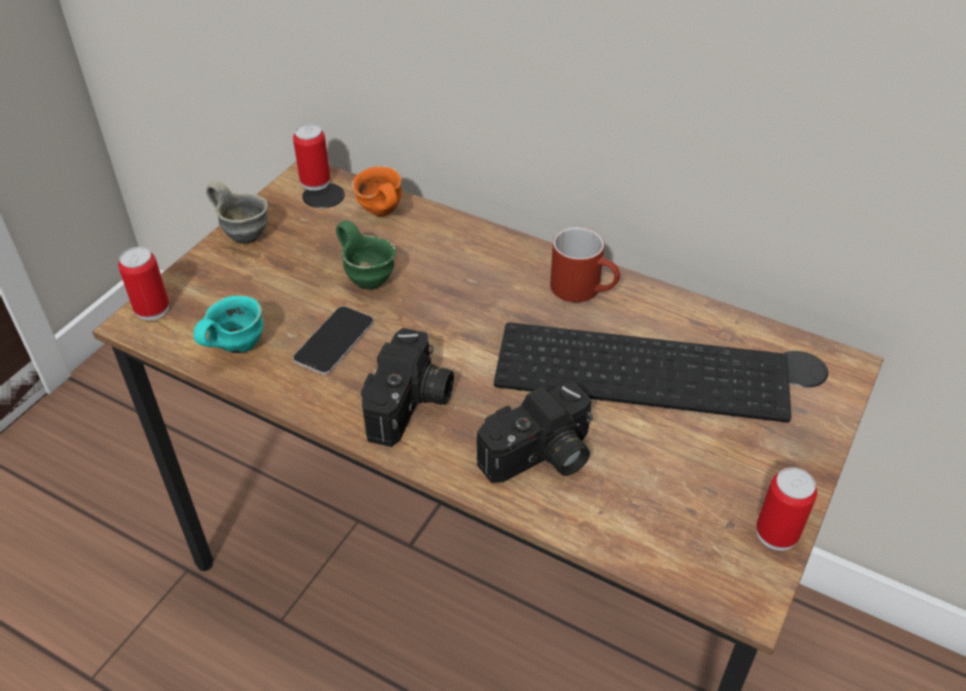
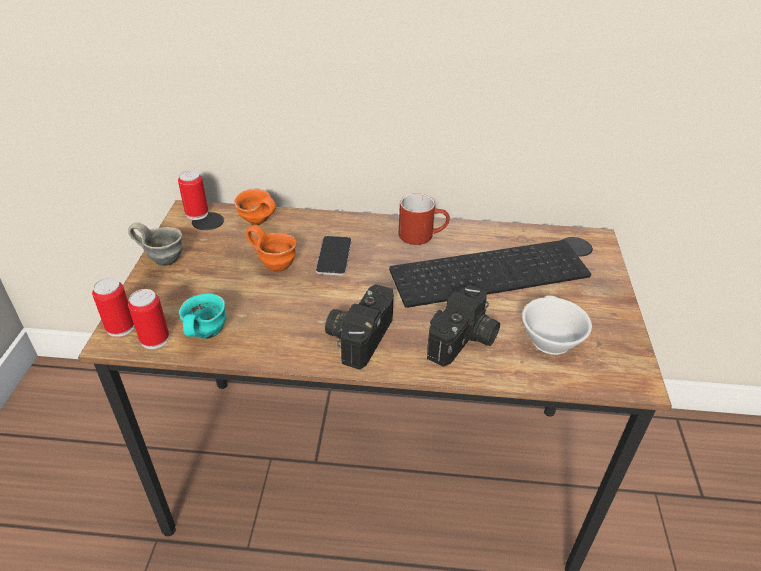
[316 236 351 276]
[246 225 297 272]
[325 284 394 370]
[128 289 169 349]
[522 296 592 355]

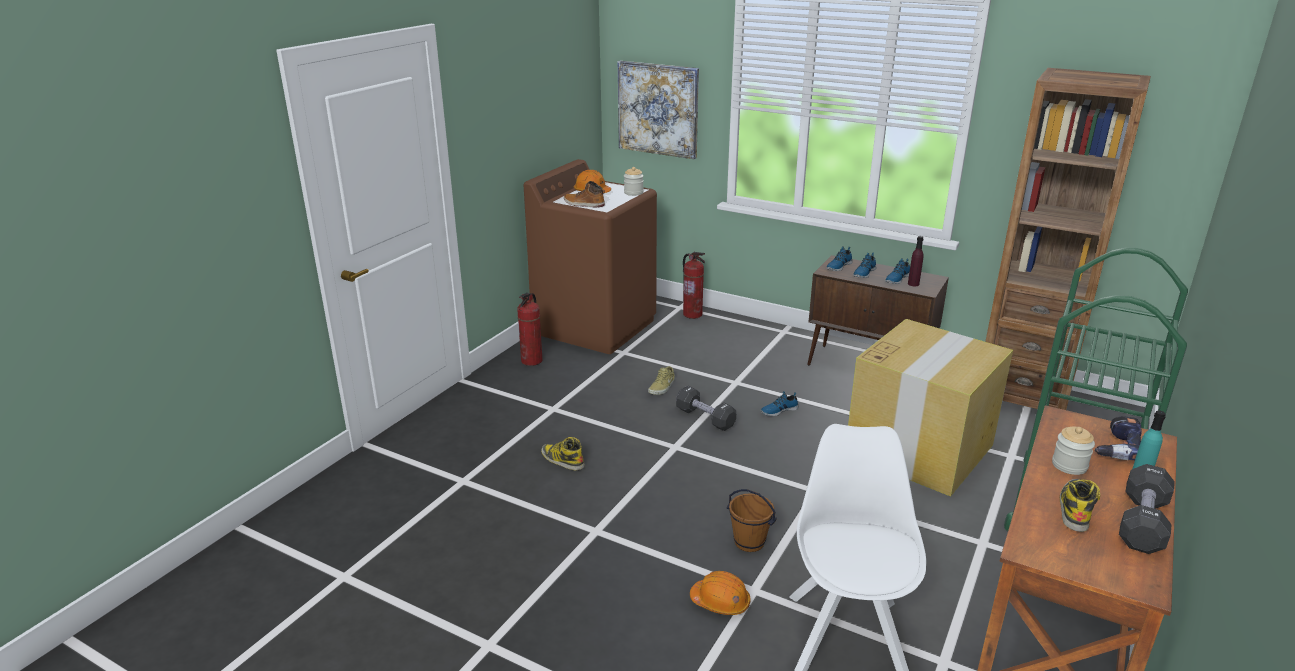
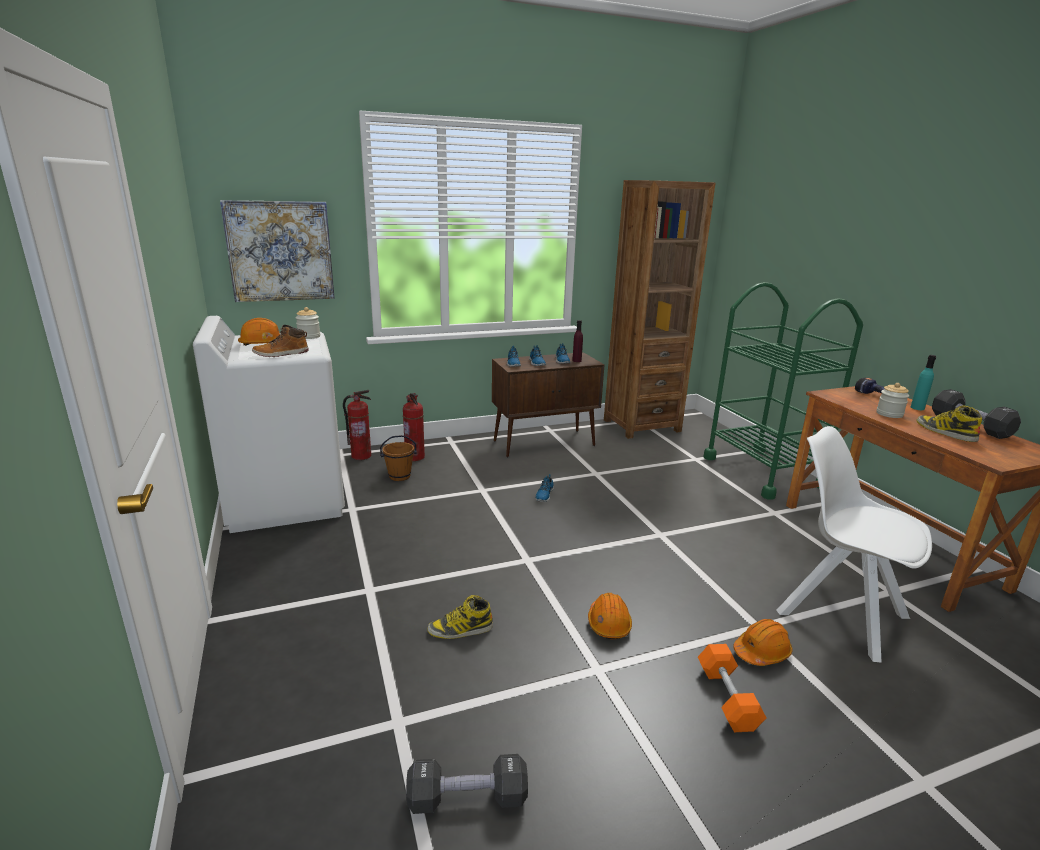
[403 393 425 461]
[193 316 345 533]
[648 366 675 395] (first image)
[406 754 528 814]
[380 435 417 481]
[848 319 1013 497] (first image)
[588 593 632 639]
[698 644 766 732]

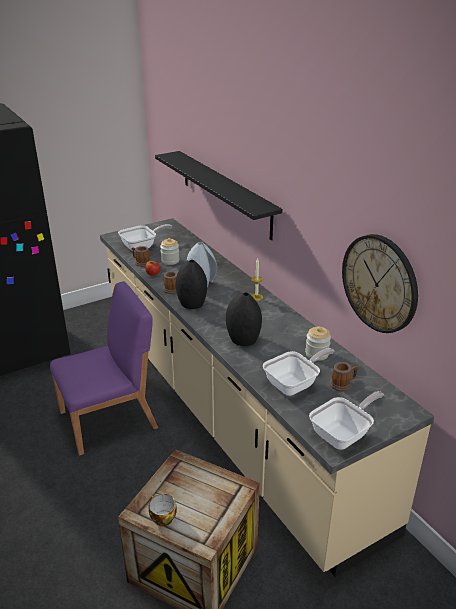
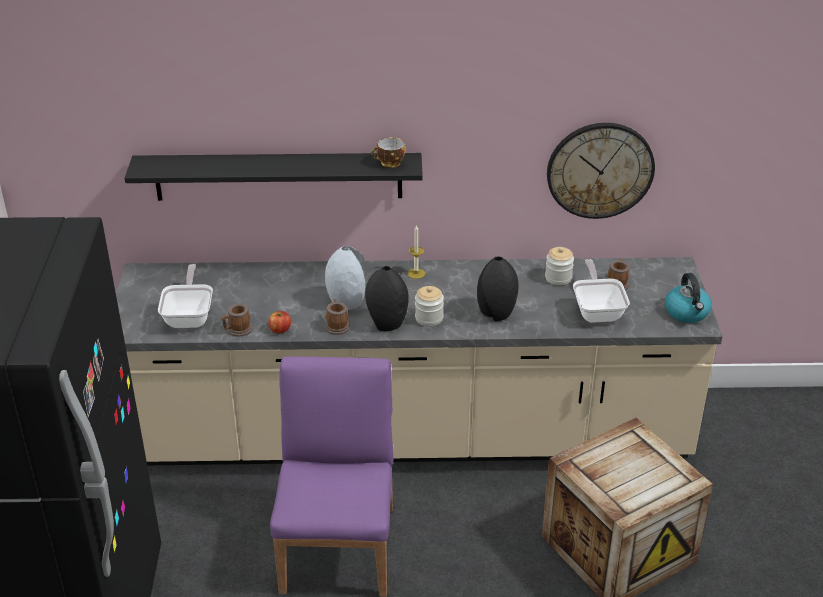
[371 137 405 168]
[415 286 444 326]
[665 273 712 323]

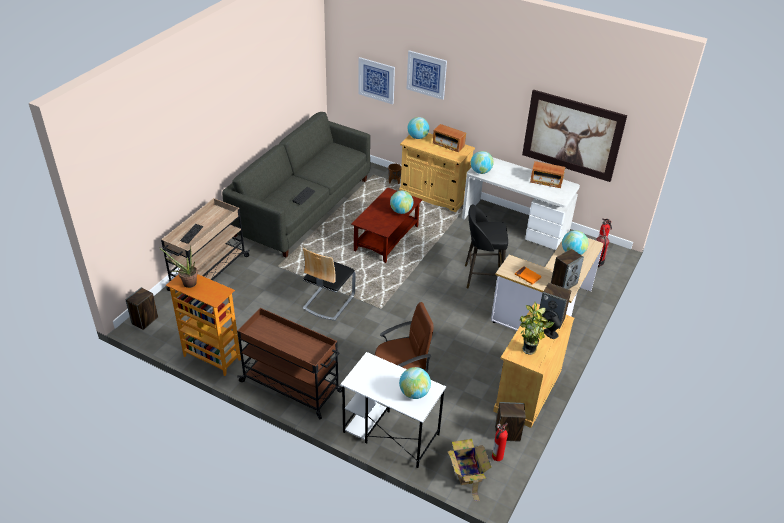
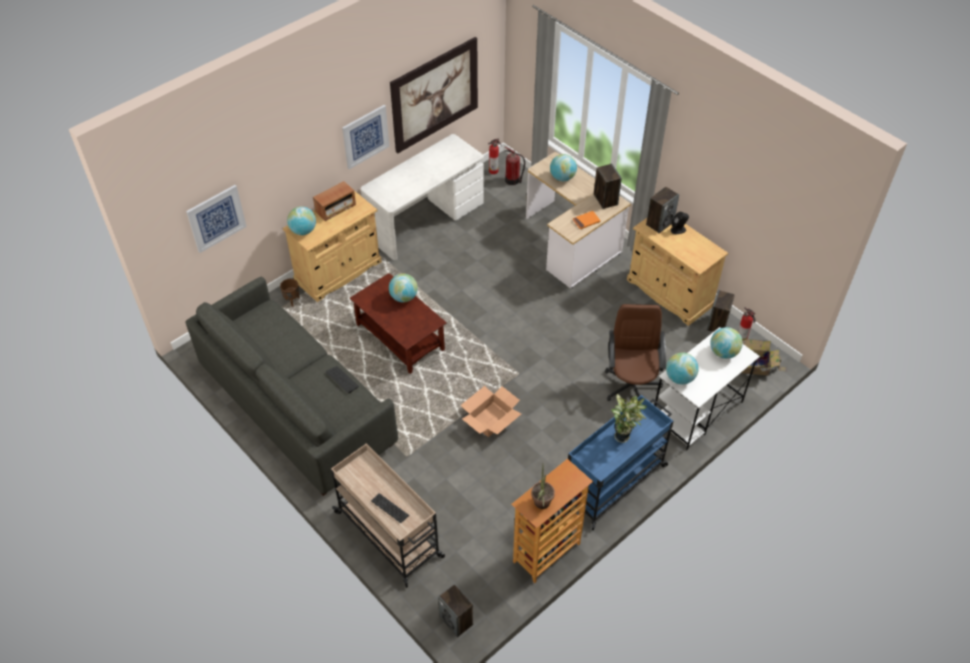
[568 395 674 530]
[460 386 521 437]
[342 105 389 169]
[465 204 508 289] (first image)
[666 353 699 385]
[611 394 647 443]
[530 161 565 188] (first image)

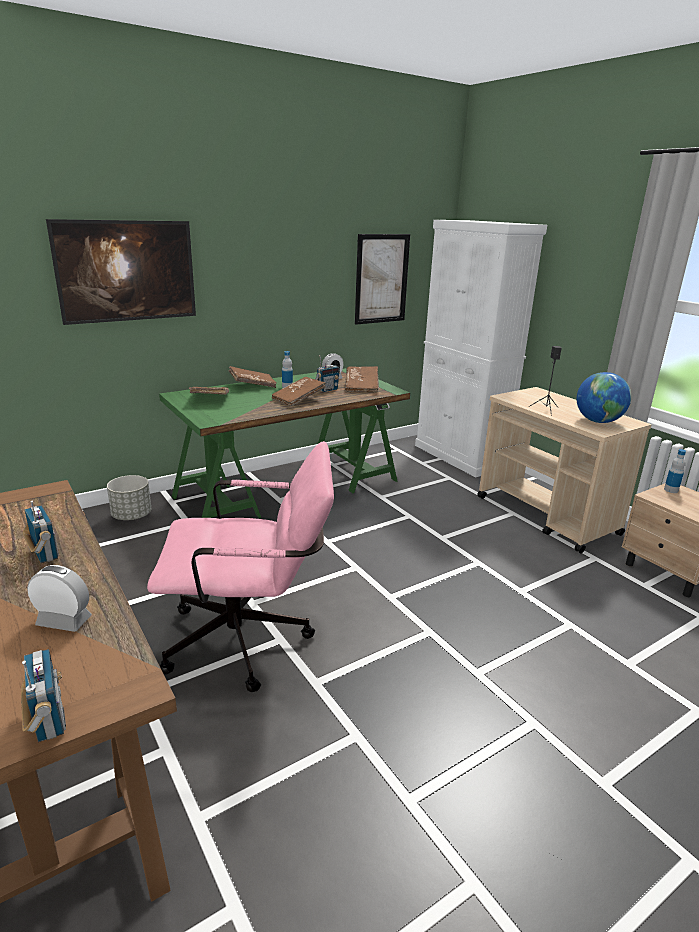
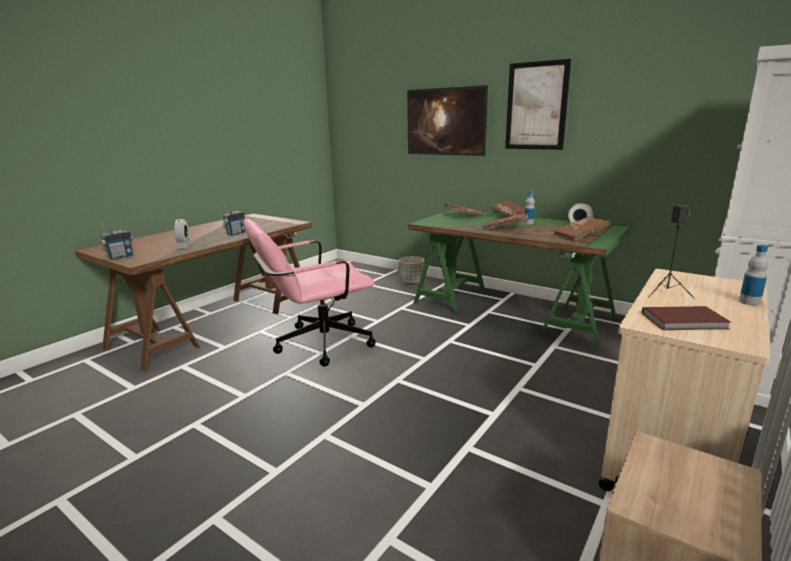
[244 219 376 366]
[315 355 340 392] (first image)
[505 59 571 150]
[642 306 731 330]
[739 245 769 306]

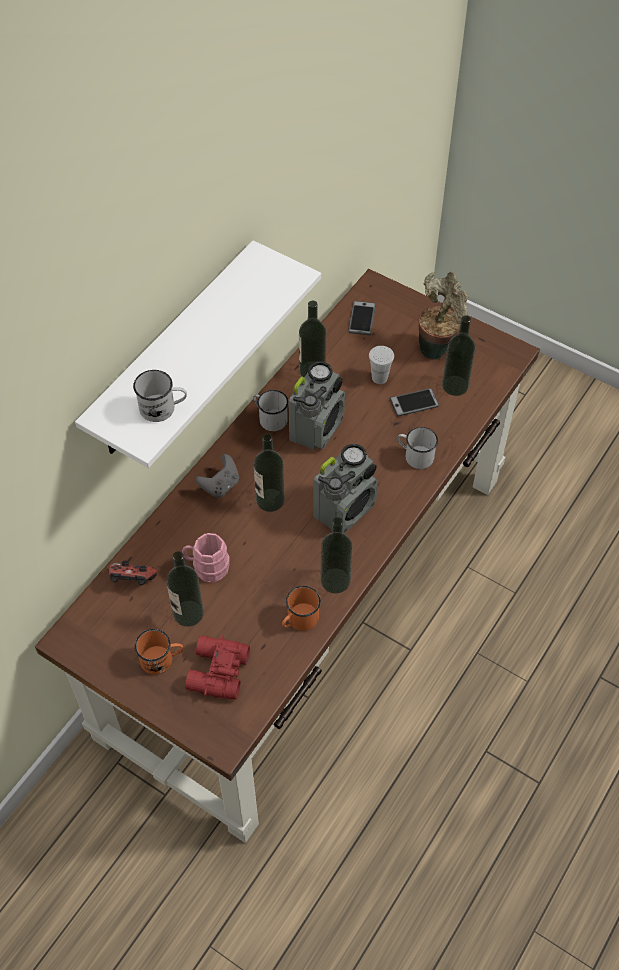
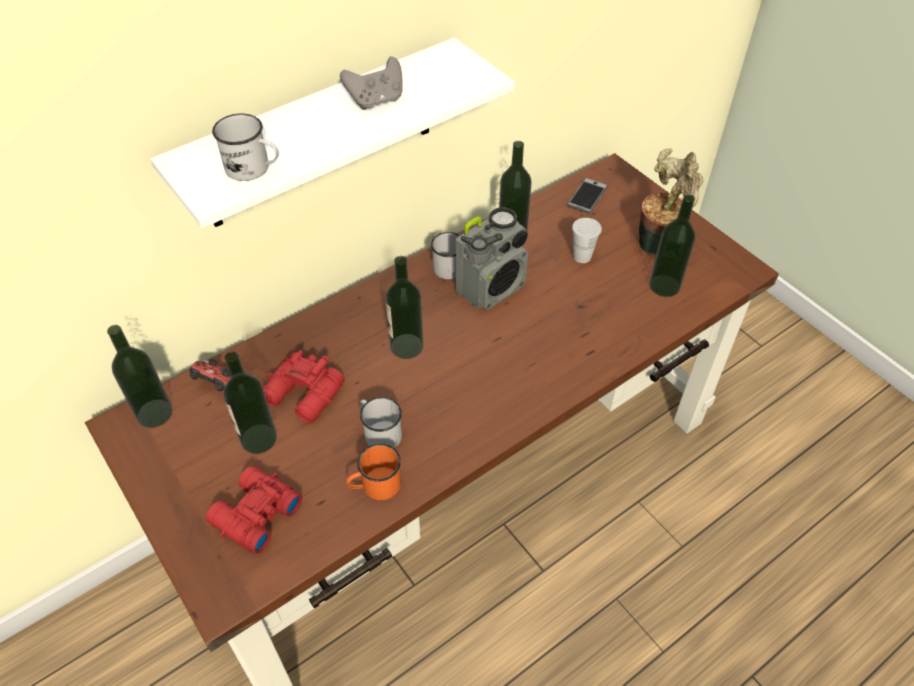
[135 629 183 675] (first image)
[263 350 345 423]
[340 56 403 110]
[313 444 378 533] (first image)
[107 325 172 428]
[389 388 439 416] (first image)
[360 397 402 448]

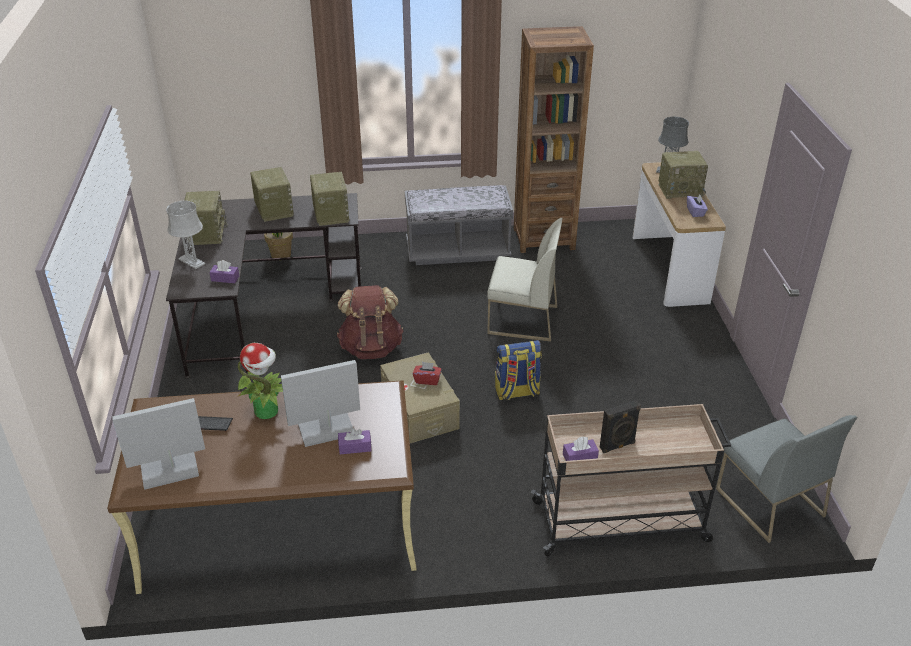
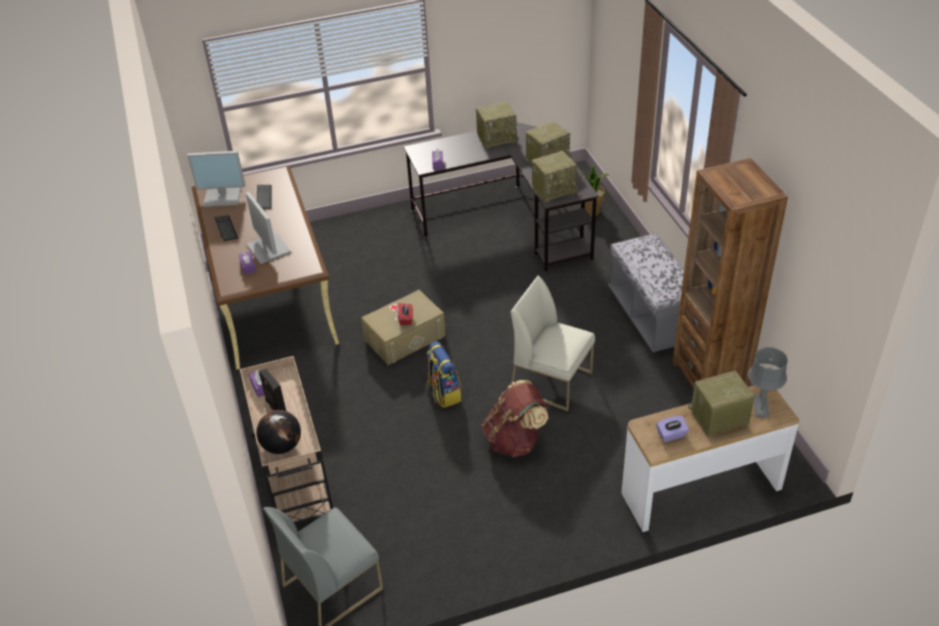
[187 151 245 207]
[166 201 205 269] (first image)
[238 343 283 419] (first image)
[482 380 548 457]
[511 276 595 411]
[688 371 755 437]
[214 215 238 241]
[257 410 301 454]

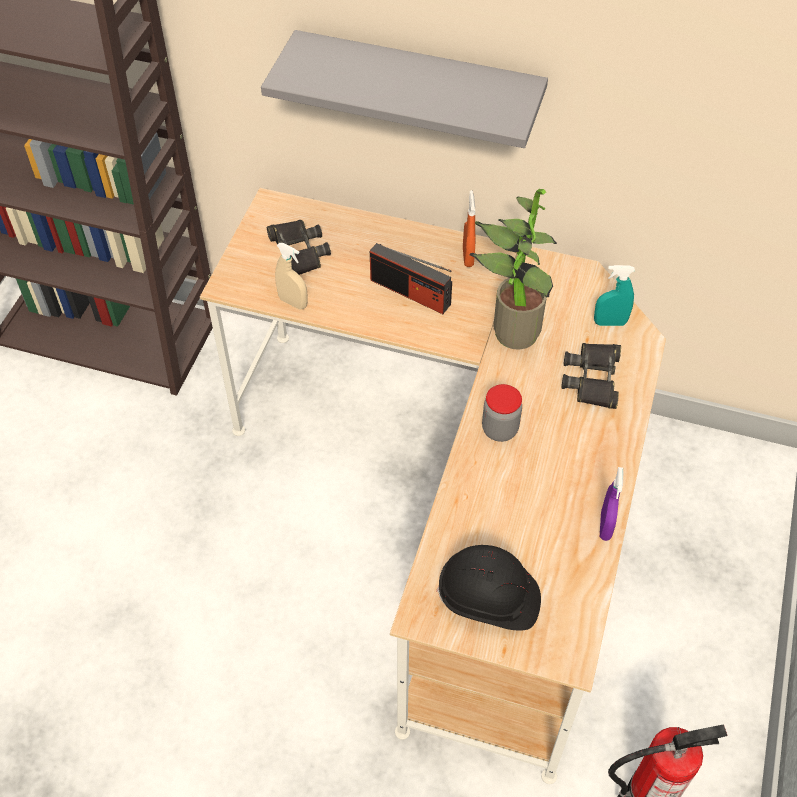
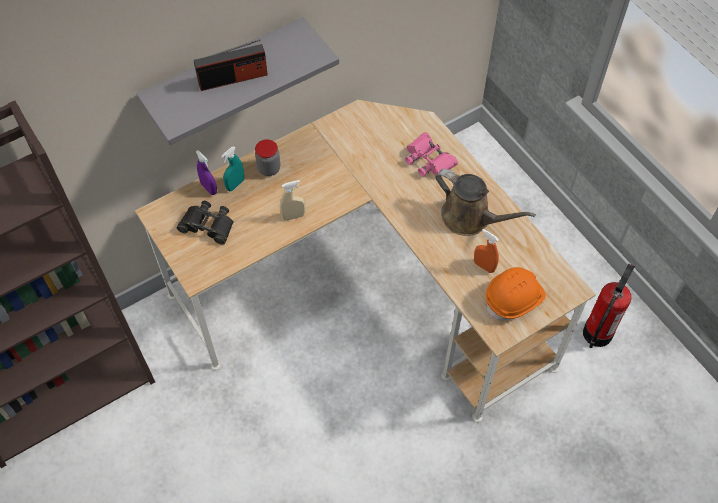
[280 180 305 221]
[194 39 268 91]
[485 267 546 320]
[474 229 499 273]
[470 189 557 350] (first image)
[255 139 280 176]
[405 132 458 177]
[221 146 244 191]
[196 150 217 195]
[435 169 536 236]

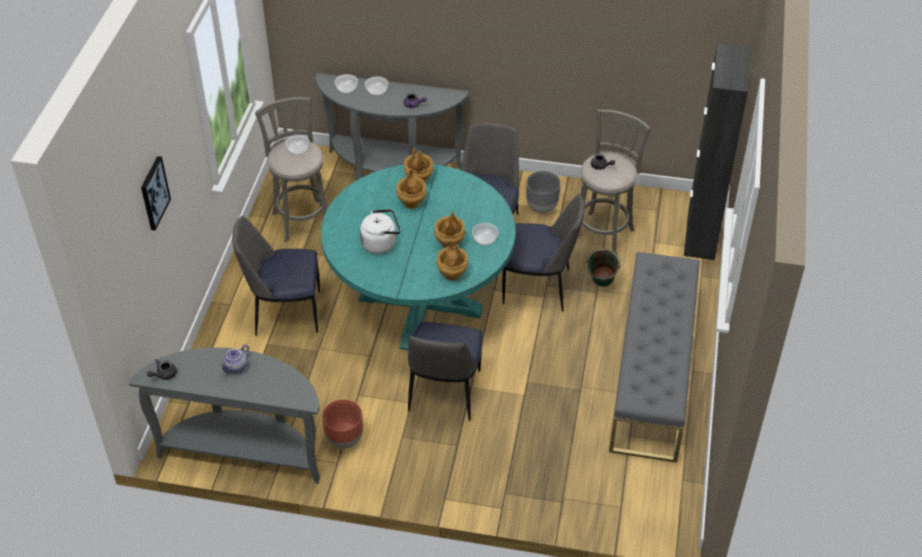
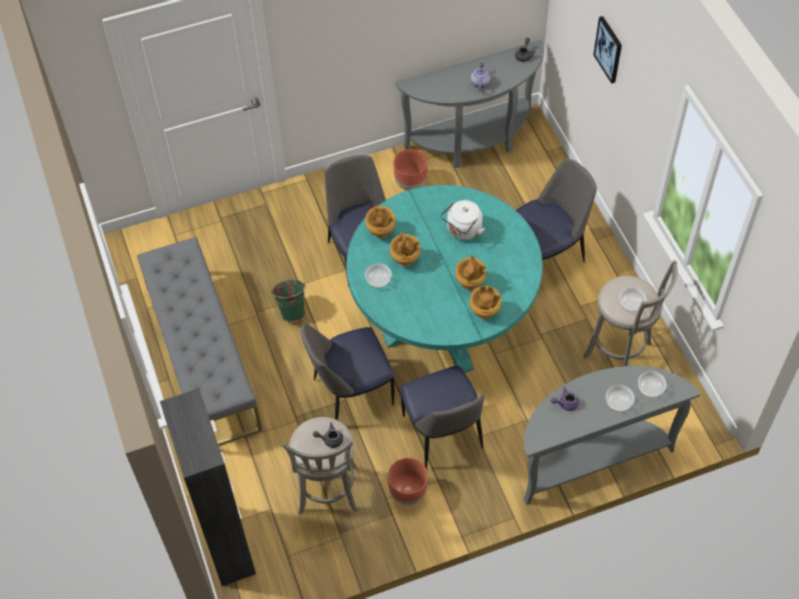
[388 458 428 505]
[271 280 306 322]

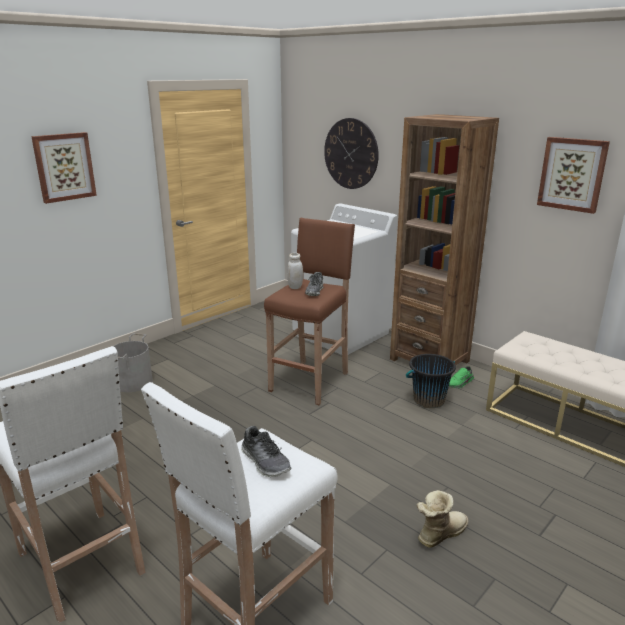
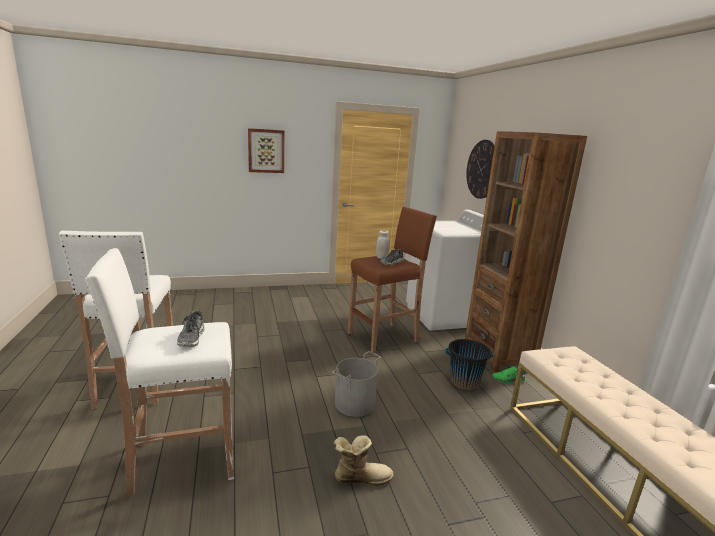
[332 351 381 417]
[537 137 610 214] (first image)

